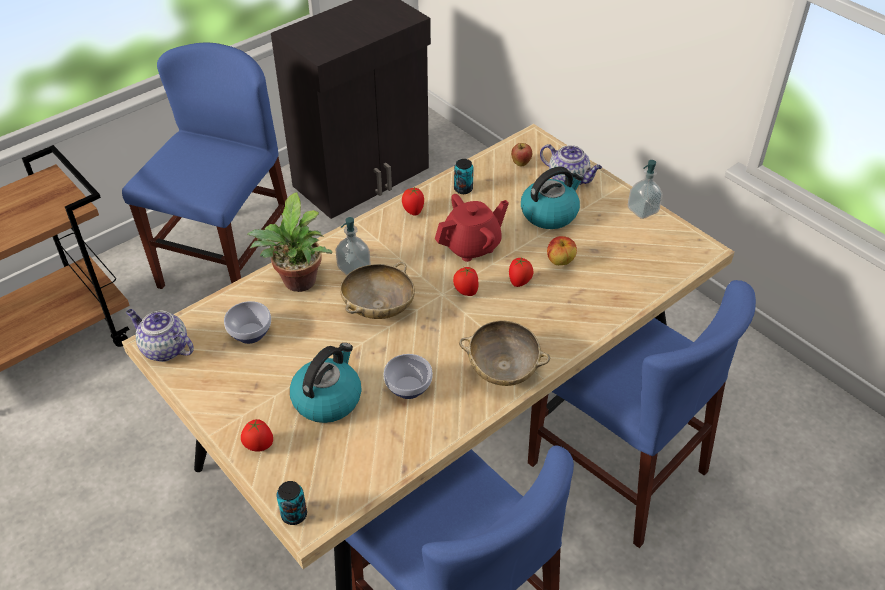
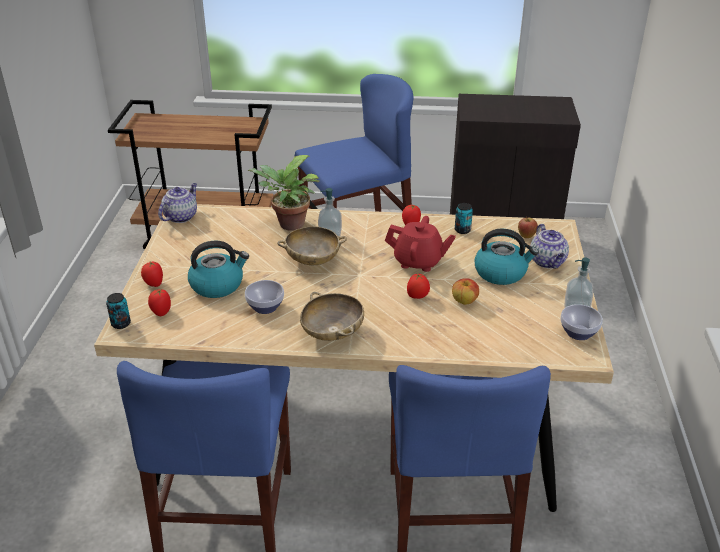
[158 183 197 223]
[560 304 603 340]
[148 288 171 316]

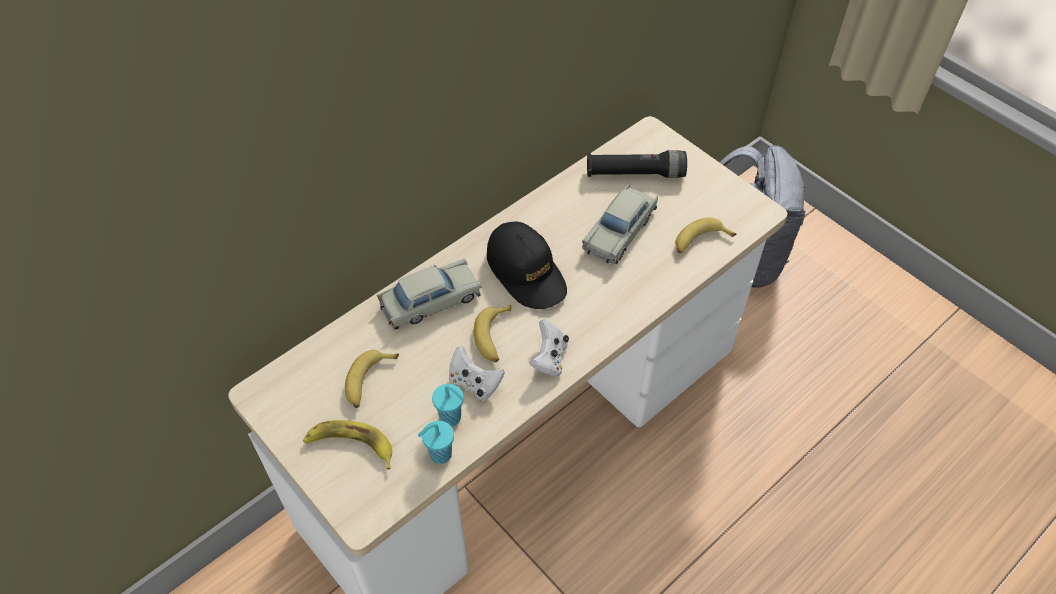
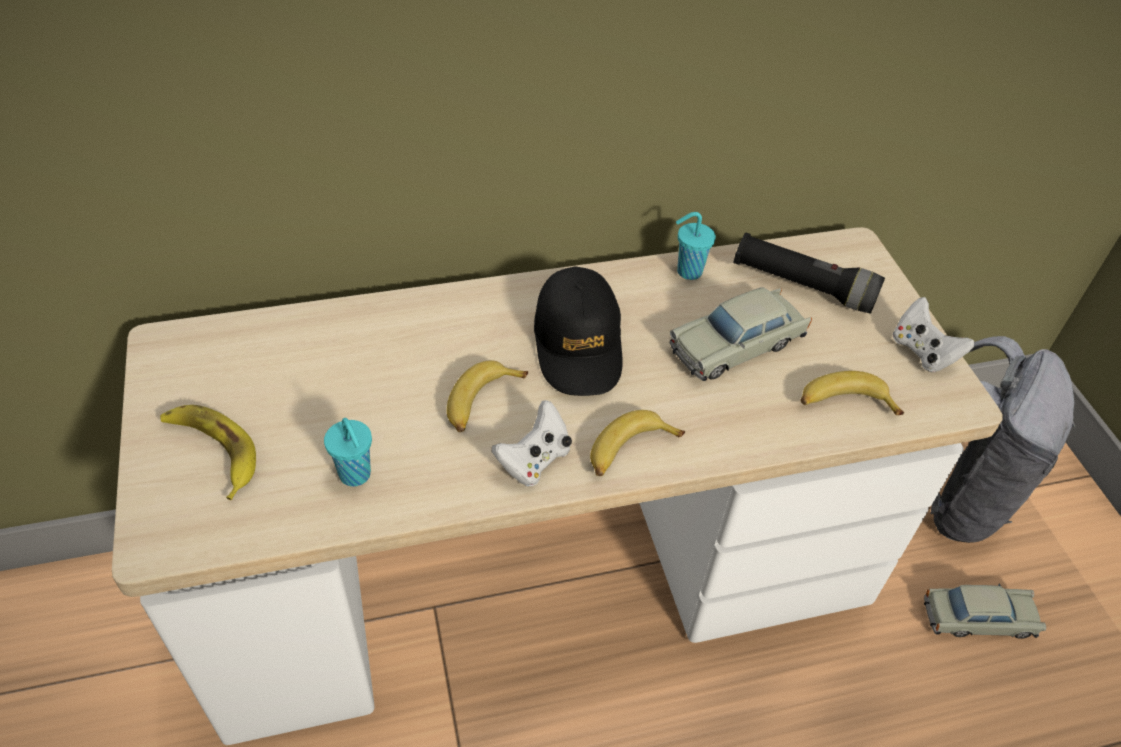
[590 410 685 476]
[924 583 1046 639]
[676 212 716 280]
[893 297 975 372]

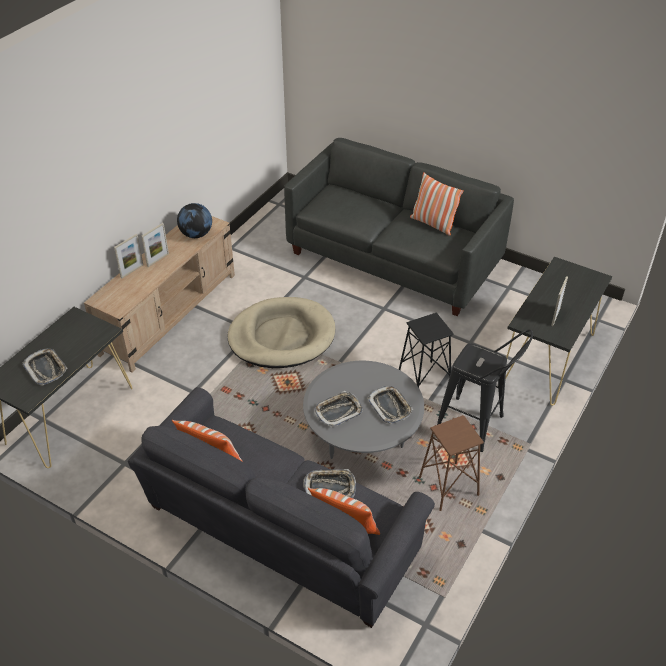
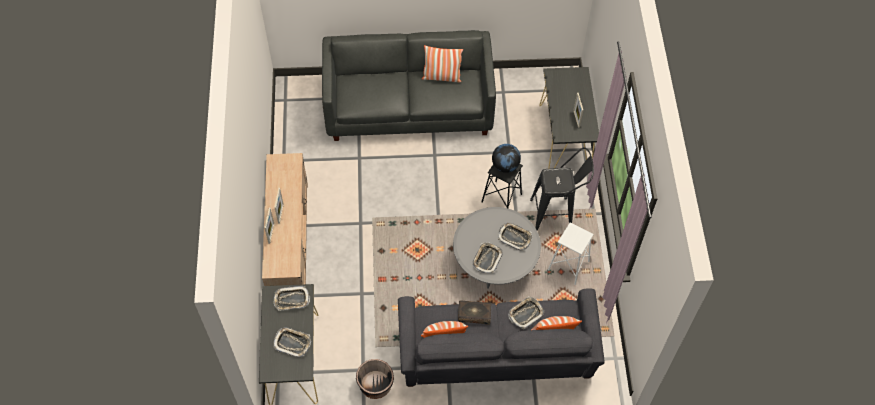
[492 144 521 173]
[228 297 335 368] (first image)
[548 223 594 285]
[273 286 310 311]
[356 359 394 399]
[458 300 491 325]

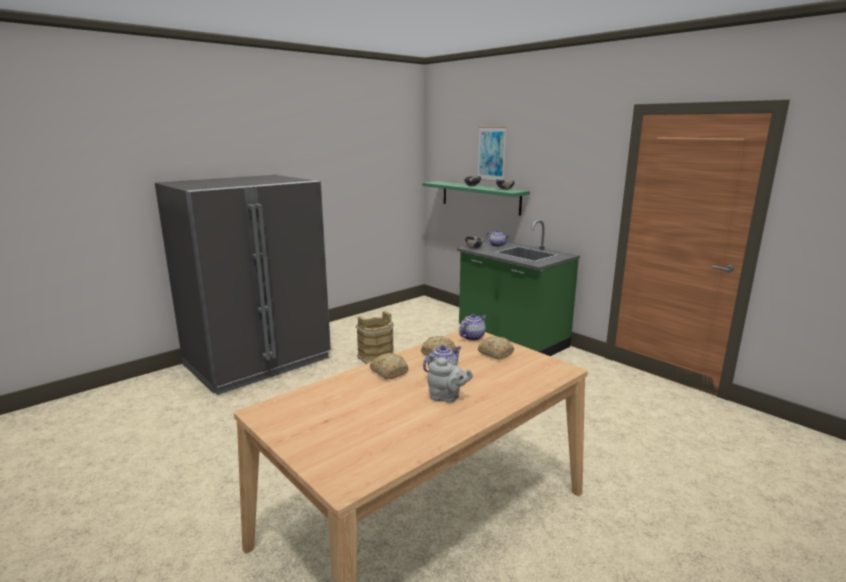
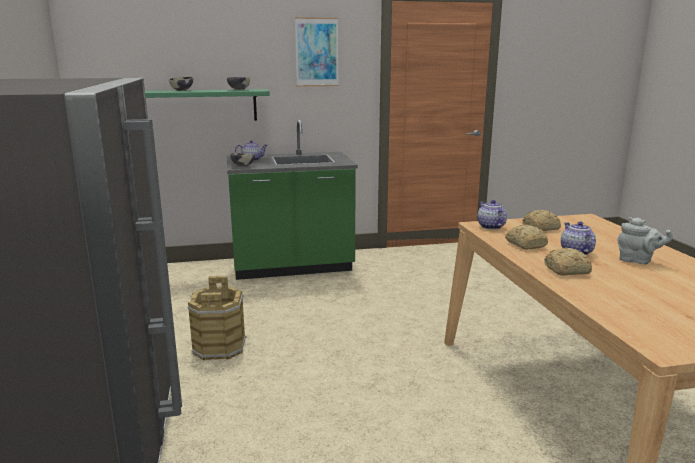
[617 217 673 264]
[295 17 339 87]

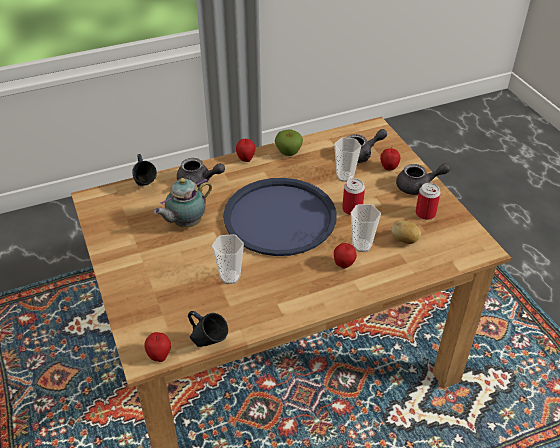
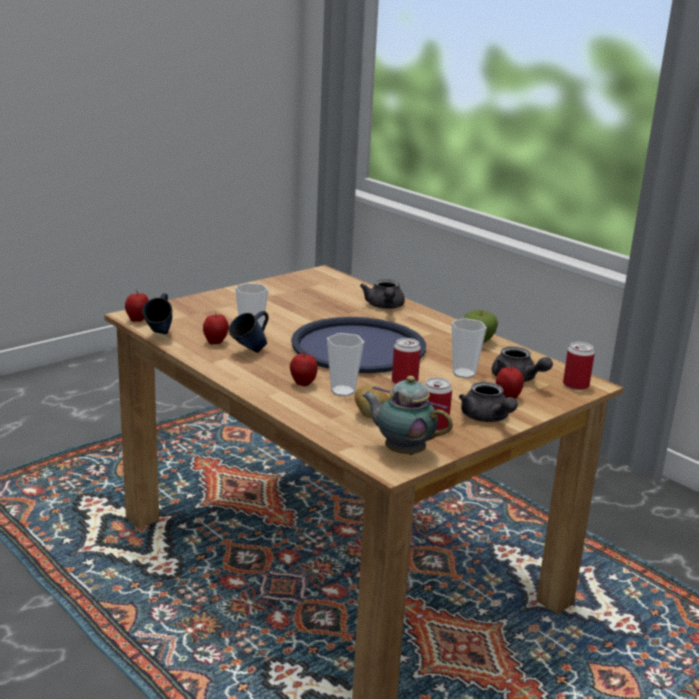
[229 311 269 353]
[362 376 453 455]
[203 311 229 344]
[563 342 595 390]

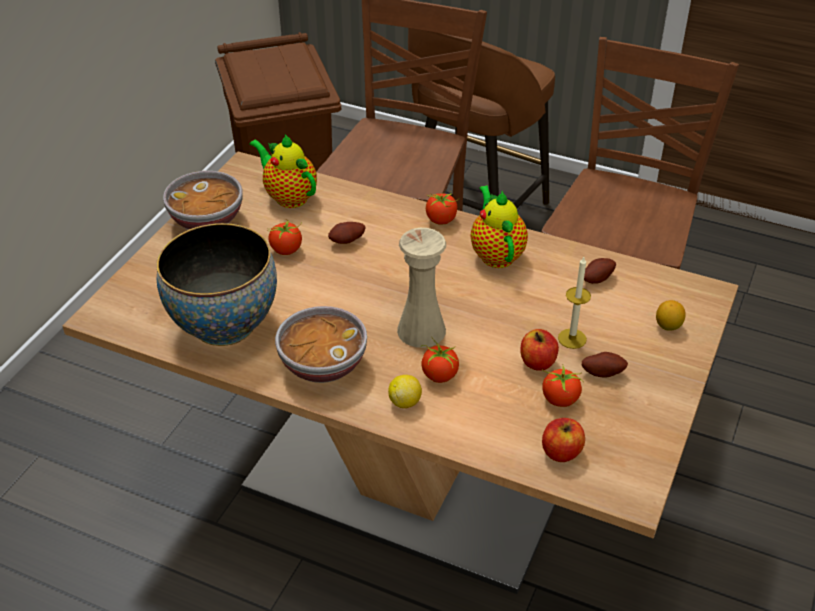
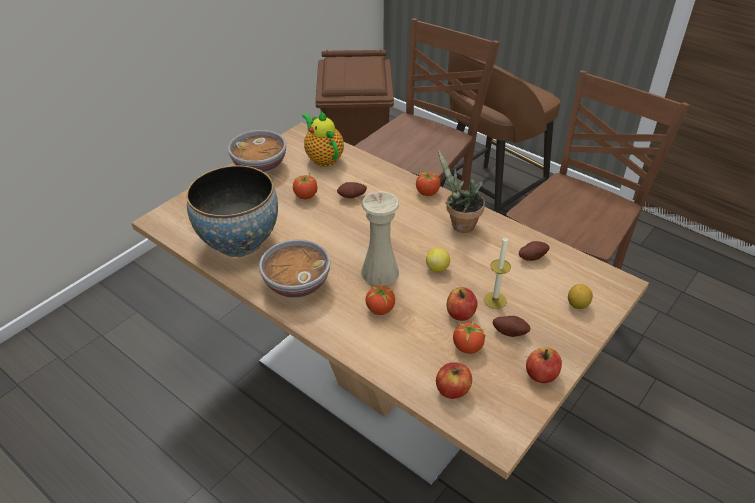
[426 248 450 272]
[438 150 485 233]
[526 347 562 383]

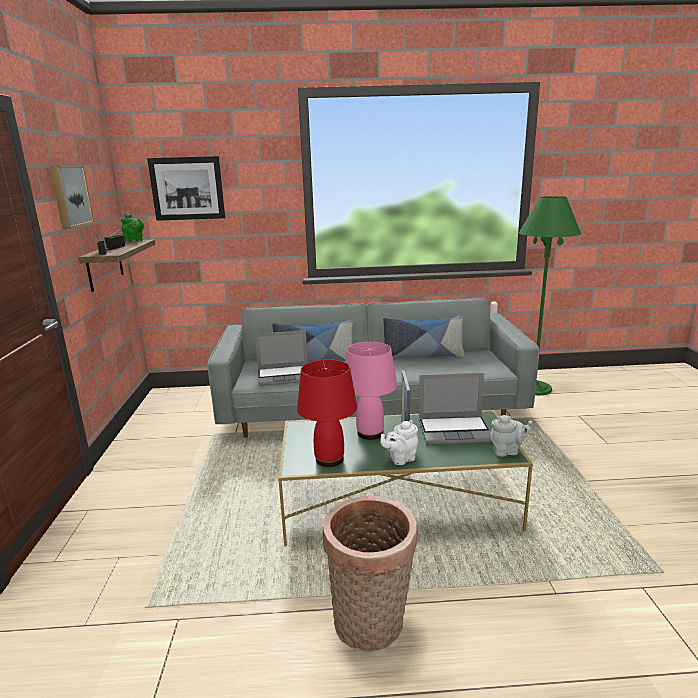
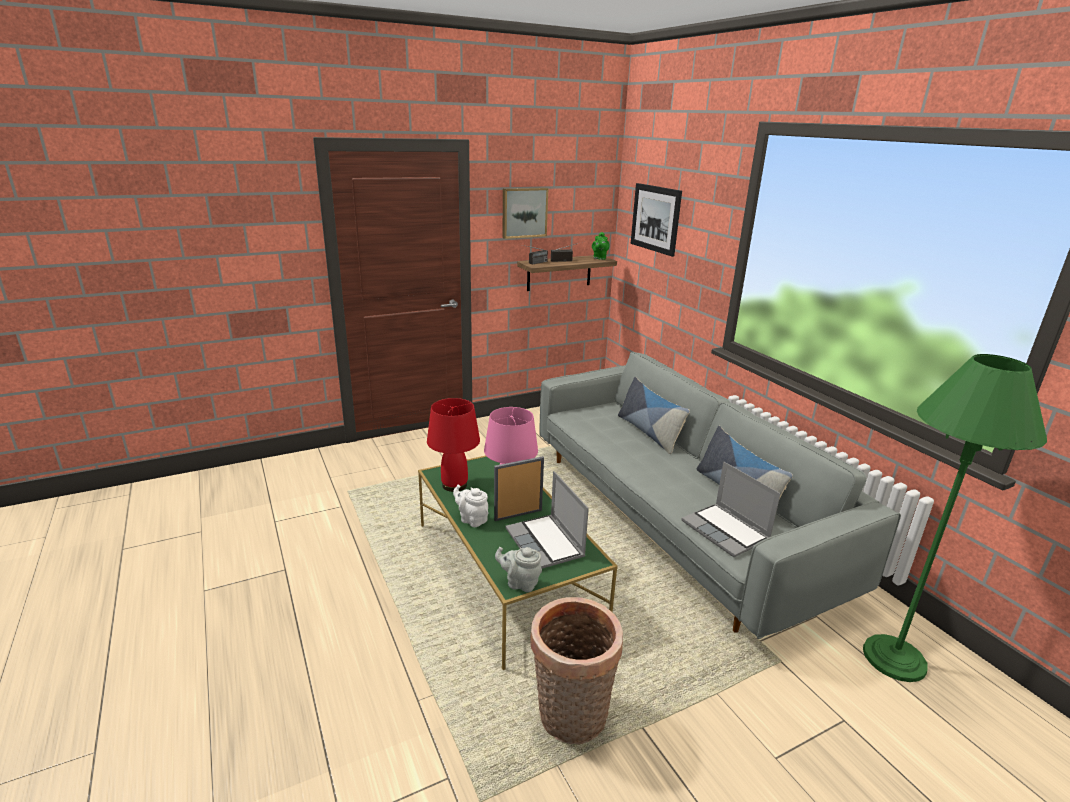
[682 462 781 557]
[530 597 623 745]
[495 547 542 592]

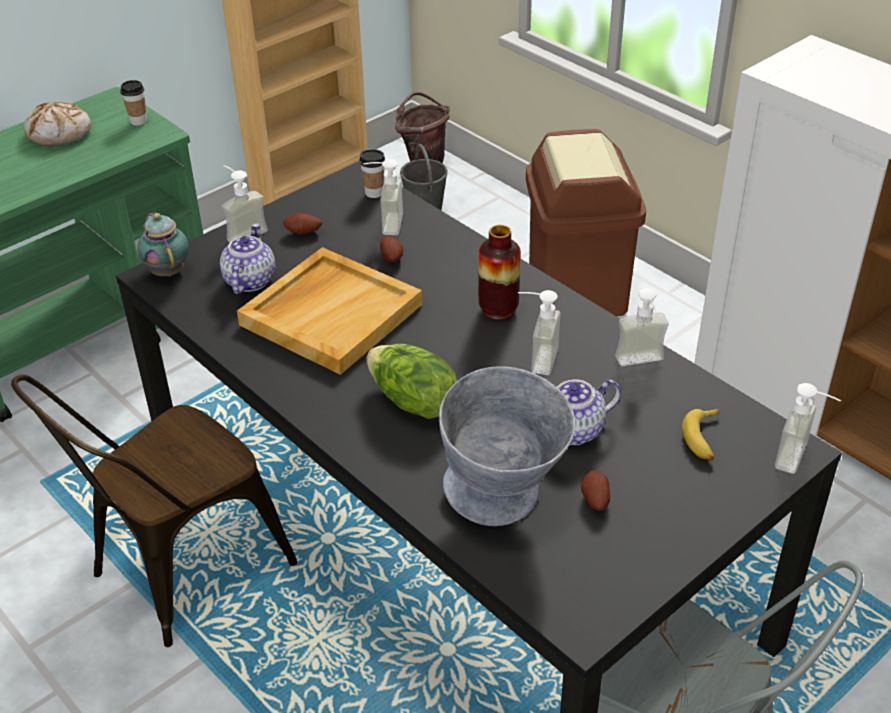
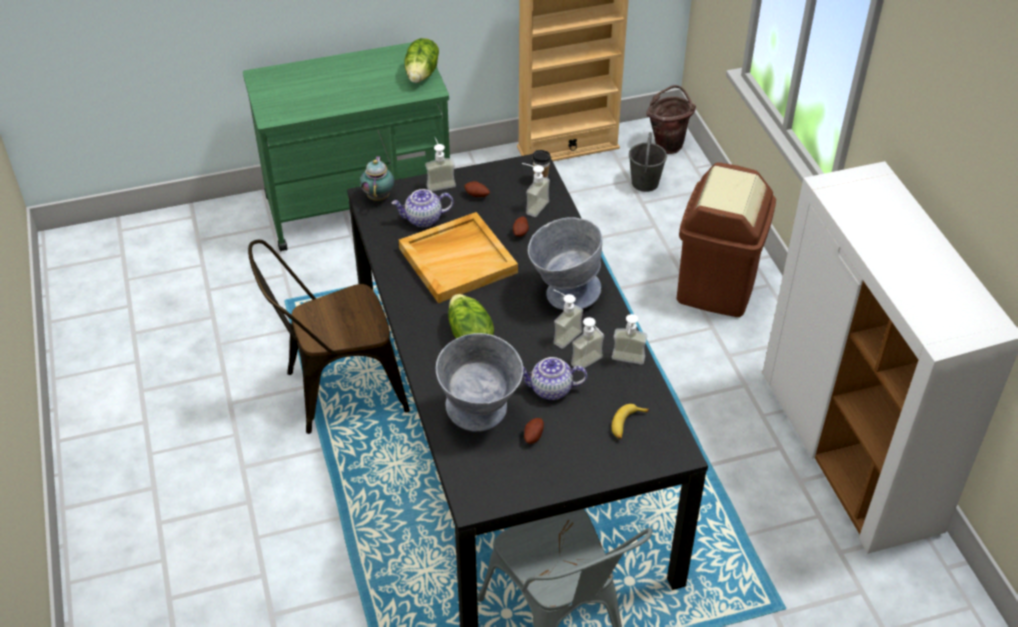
[24 102 91 146] (first image)
[405 38 439 83]
[391 189 454 227]
[528 217 602 310]
[571 317 604 371]

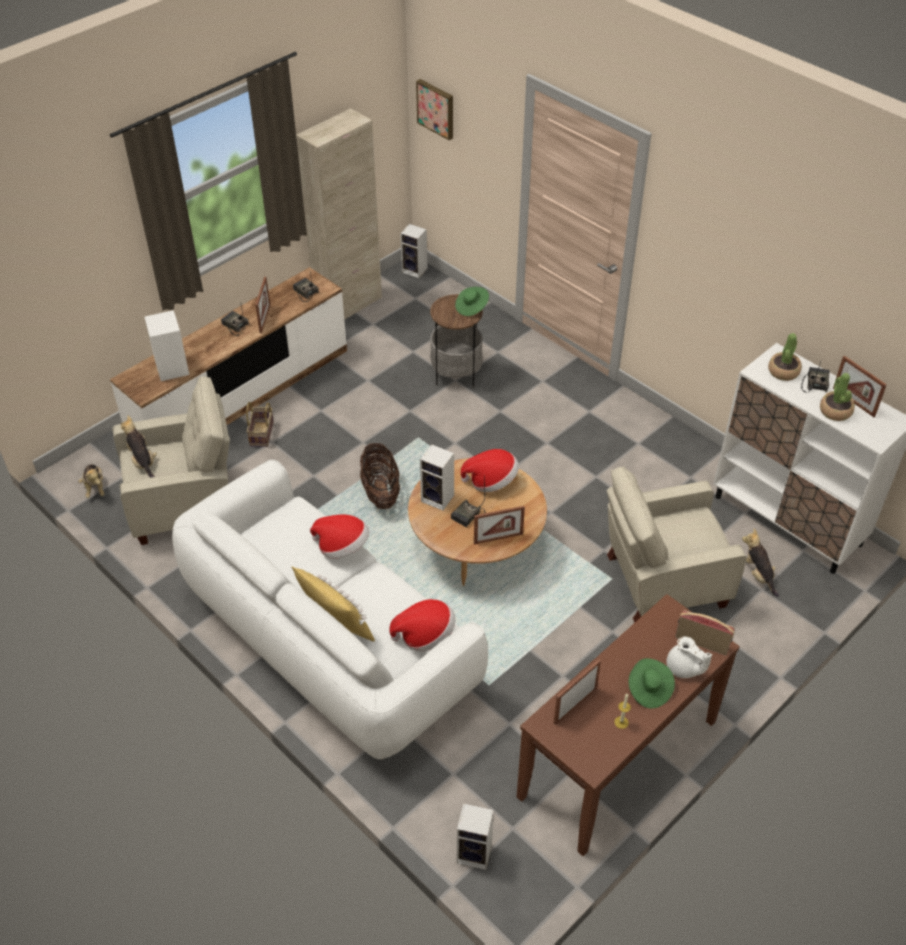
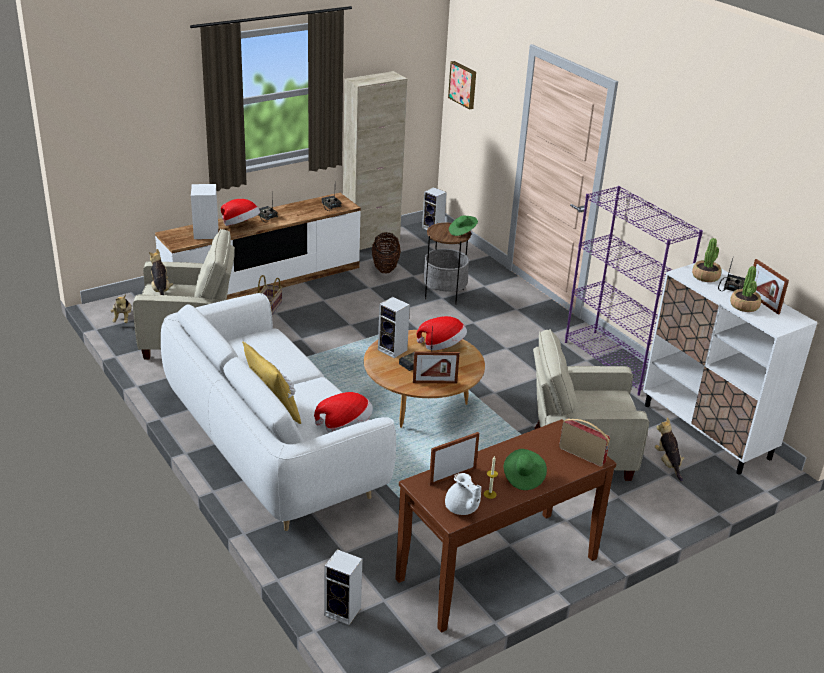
[255 277 270 333] (first image)
[221 199 260 226]
[372 232 401 273]
[445 473 481 515]
[565 186 703 396]

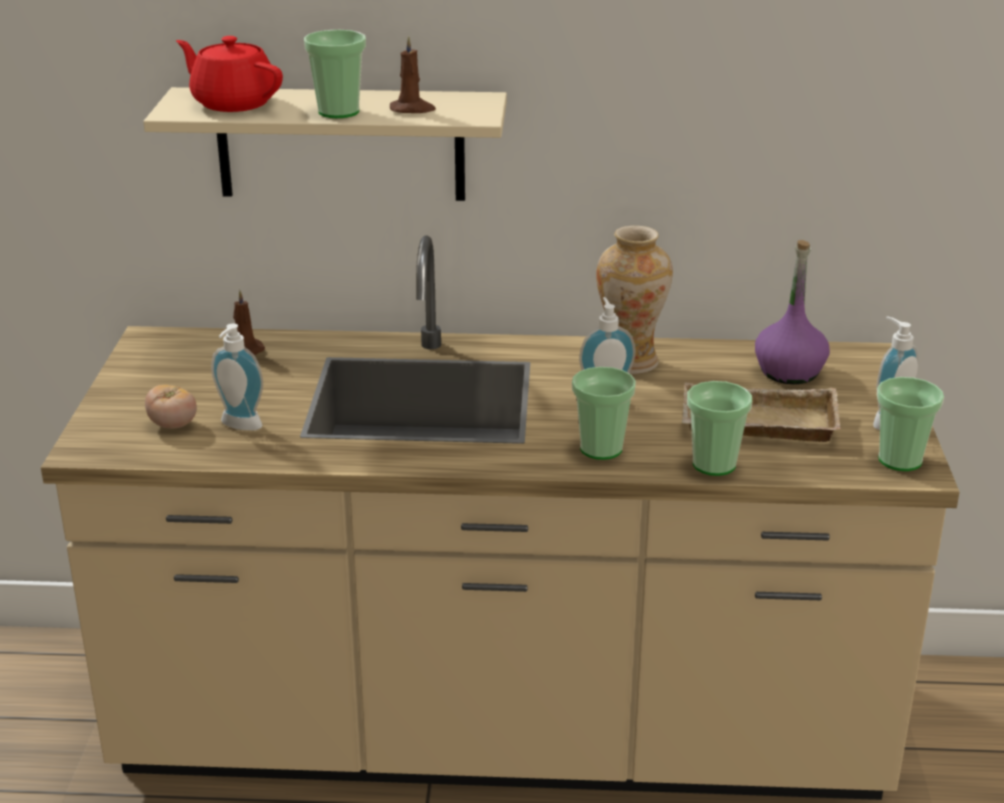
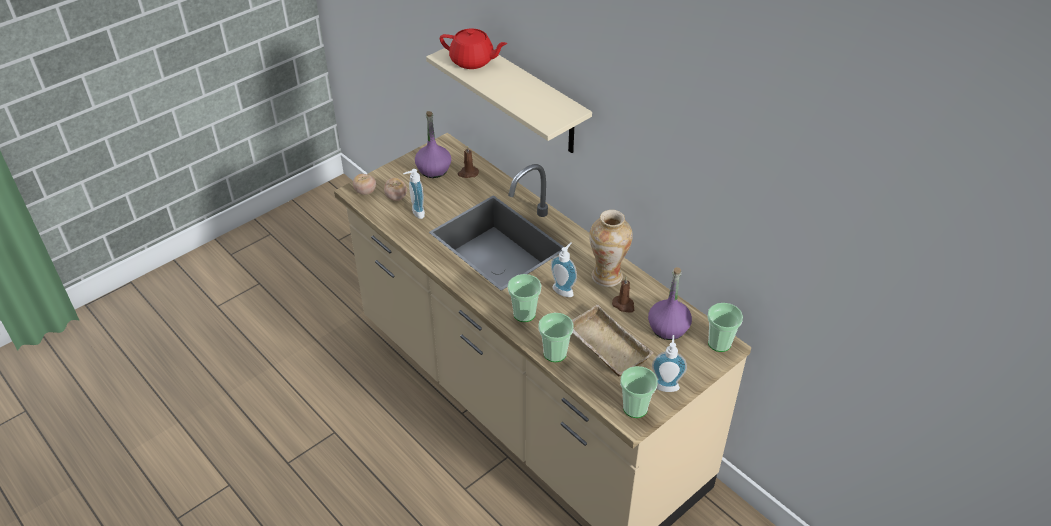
[440 28 507 69]
[707 303 743 352]
[612 277 634 313]
[353 174 376 195]
[415 111 451 178]

